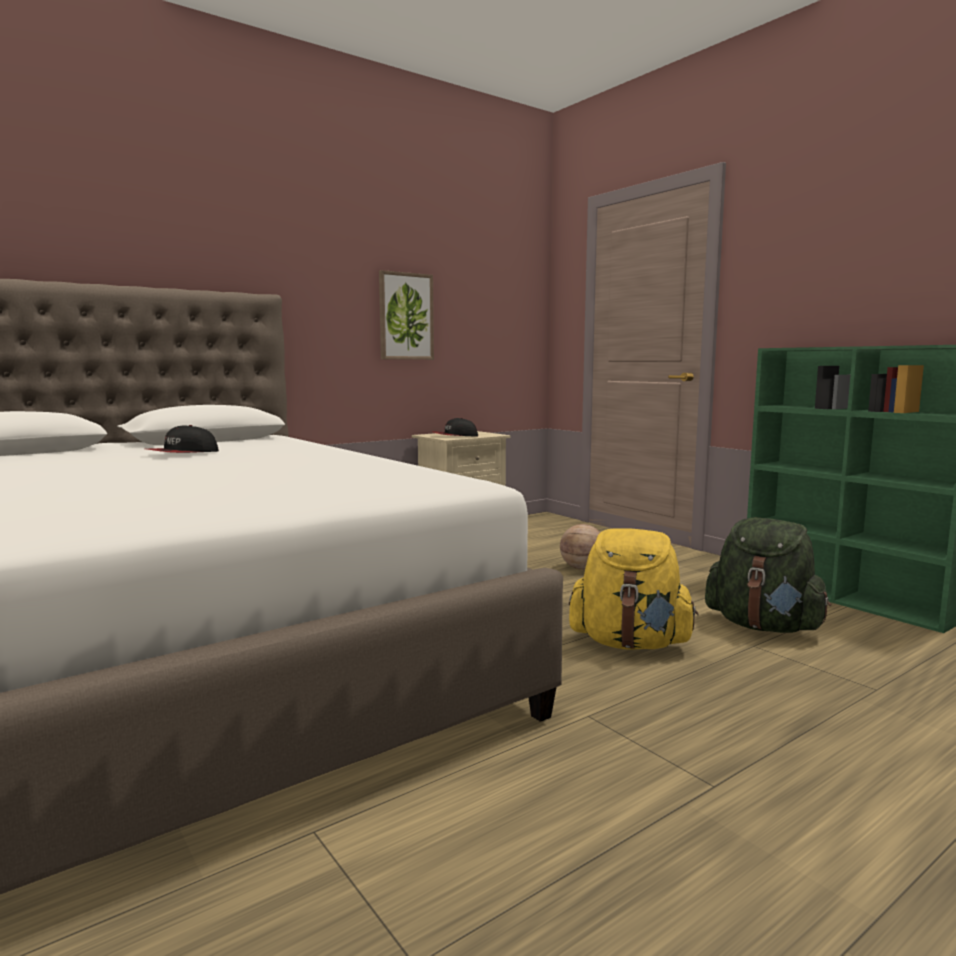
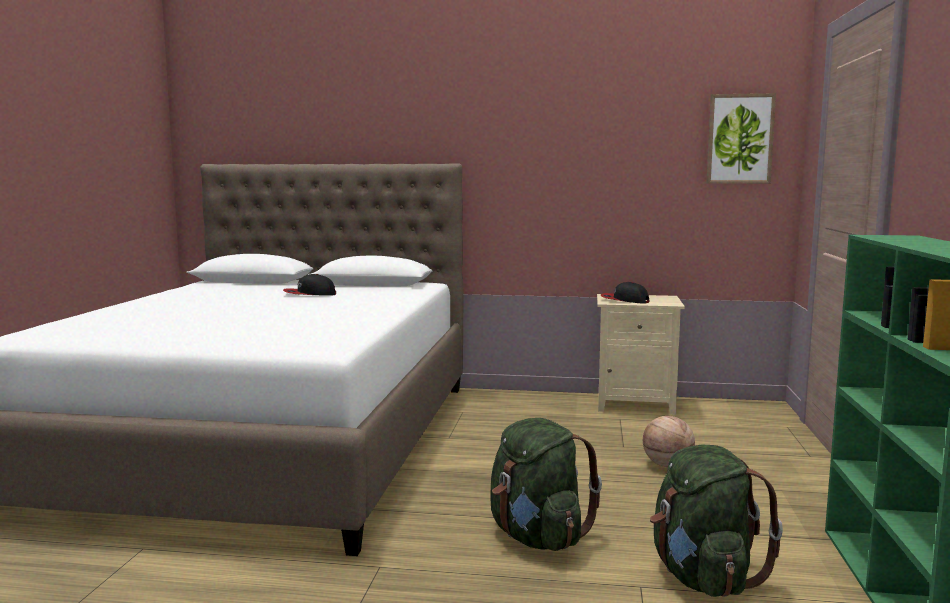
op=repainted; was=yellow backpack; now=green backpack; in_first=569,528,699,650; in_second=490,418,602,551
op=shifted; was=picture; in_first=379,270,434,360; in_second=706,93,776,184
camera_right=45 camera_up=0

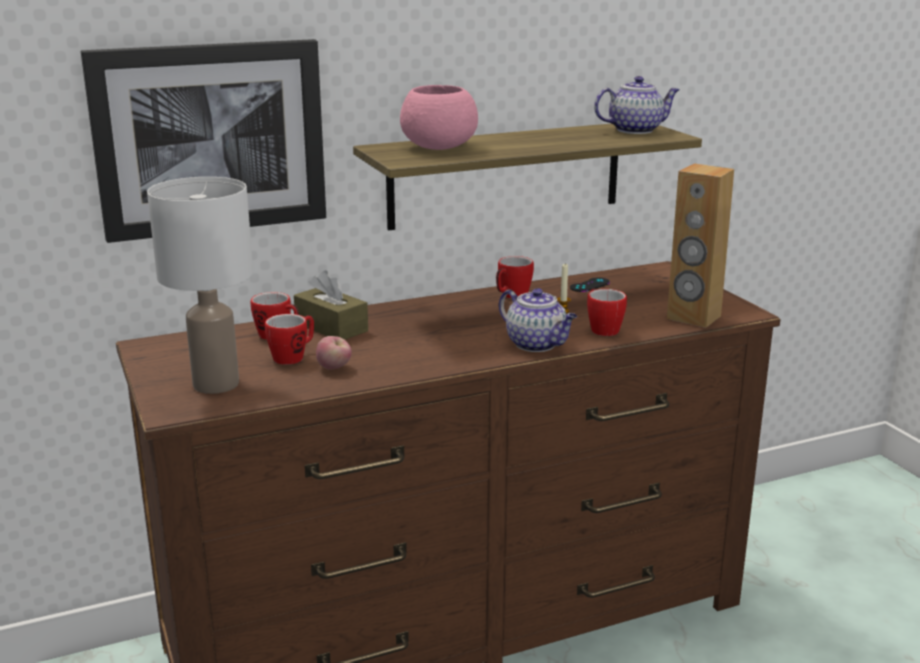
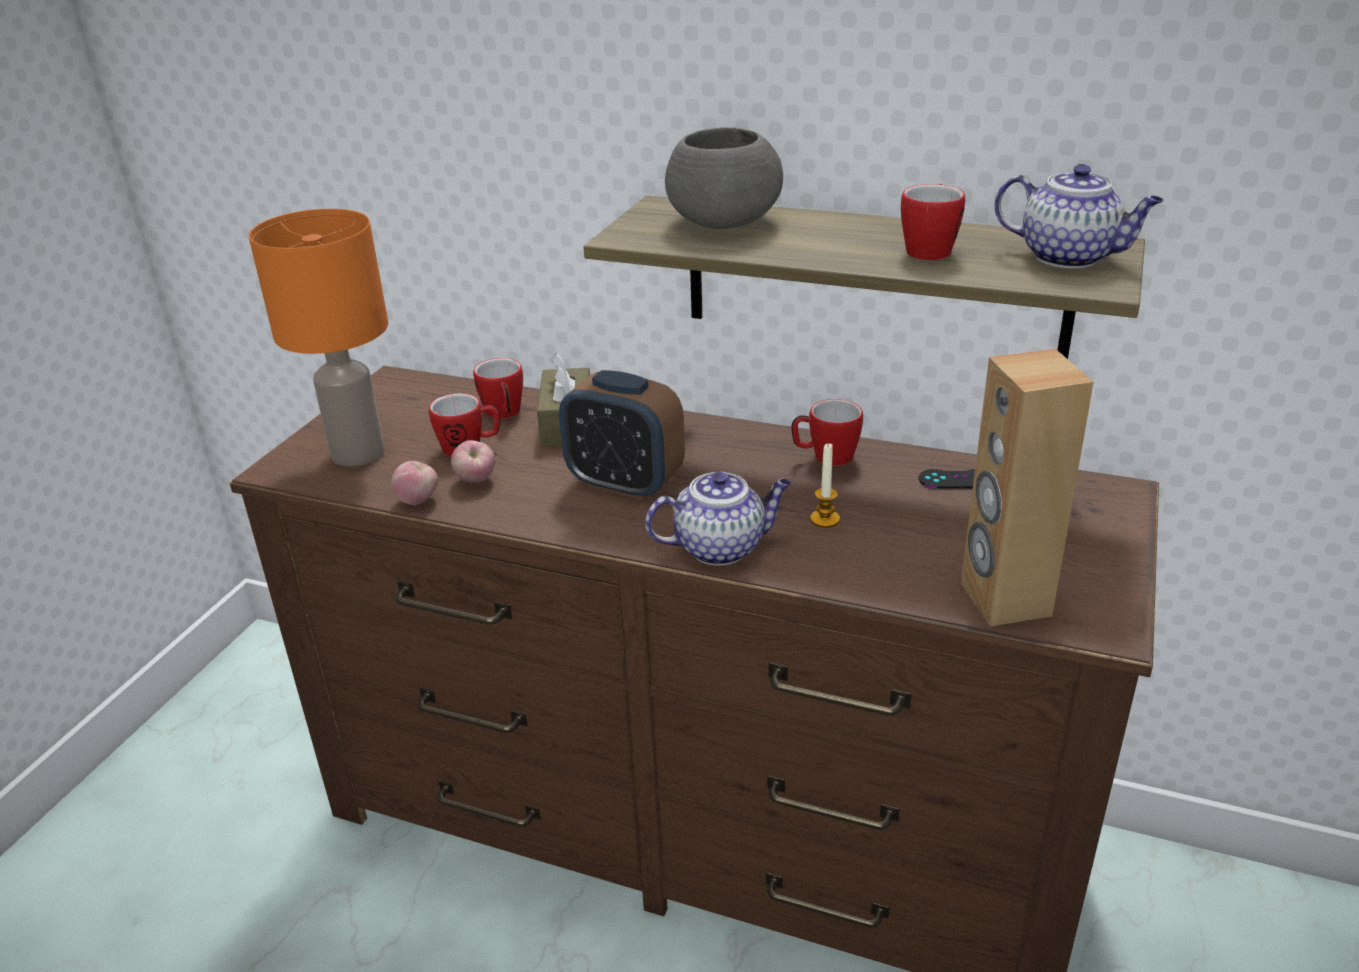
op=repainted; was=white table lamp; now=orange table lamp; in_first=147,177,253,394; in_second=249,209,388,467
op=new; now=apple; in_second=391,461,438,505
op=new; now=alarm clock; in_second=559,370,685,501
op=rotated; was=teapot; in_first=499,288,577,352; in_second=645,472,791,566; clockwise=-105
op=repainted; was=pink bowl; now=grey bowl; in_first=400,85,478,150; in_second=665,127,783,229
op=shifted; was=mug; in_first=587,288,627,336; in_second=901,184,965,260
op=gone; was=picture; in_first=81,39,326,243
camera_right=45 camera_up=10

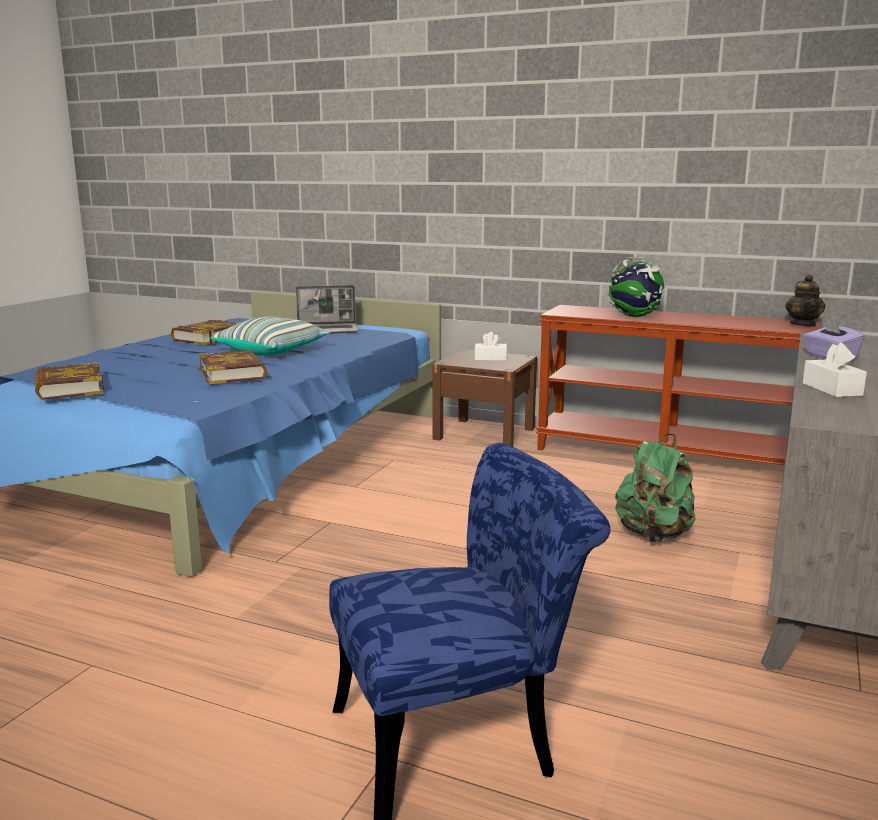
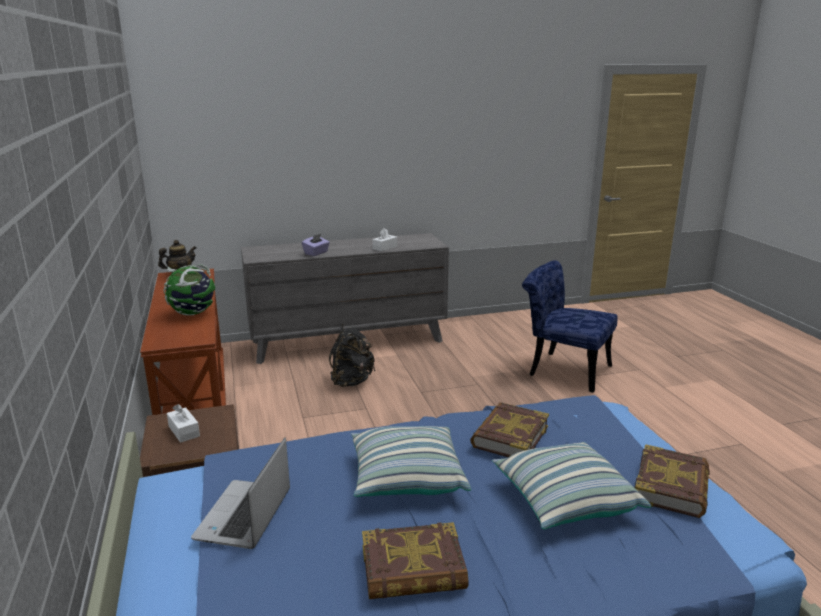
op=rotated; was=laptop; in_first=296,285,358,334; in_second=191,438,290,549; clockwise=-120
op=repainted; was=green backpack; now=black backpack; in_first=615,433,696,542; in_second=329,323,375,387
op=new; now=pillow; in_second=492,442,652,529
camera_right=-130 camera_up=5

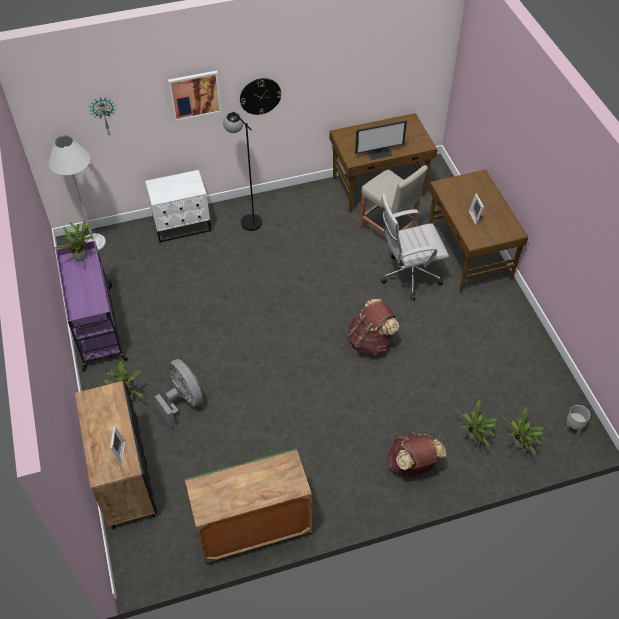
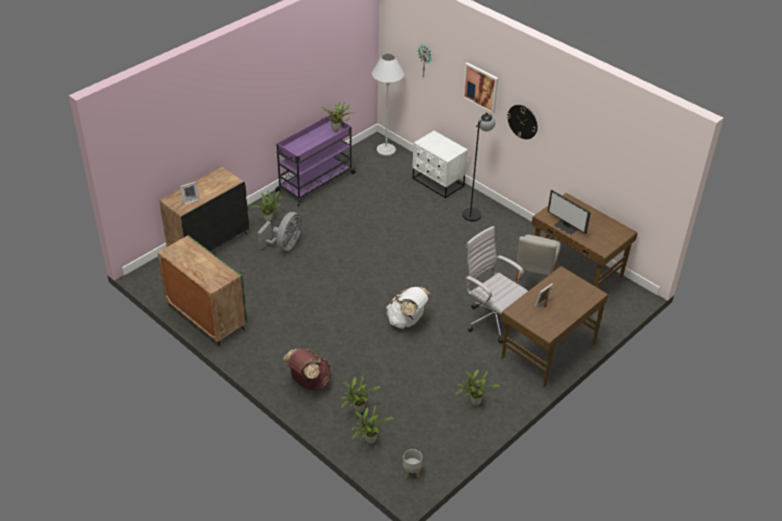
op=repainted; was=brown backpack; now=white backpack; in_first=347,299,399,356; in_second=386,287,431,329
op=new; now=potted plant; in_second=455,369,499,406
camera_right=60 camera_up=-10

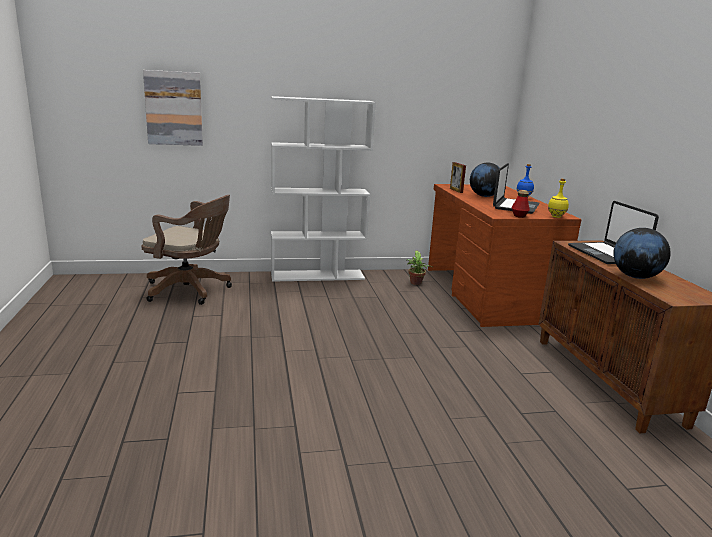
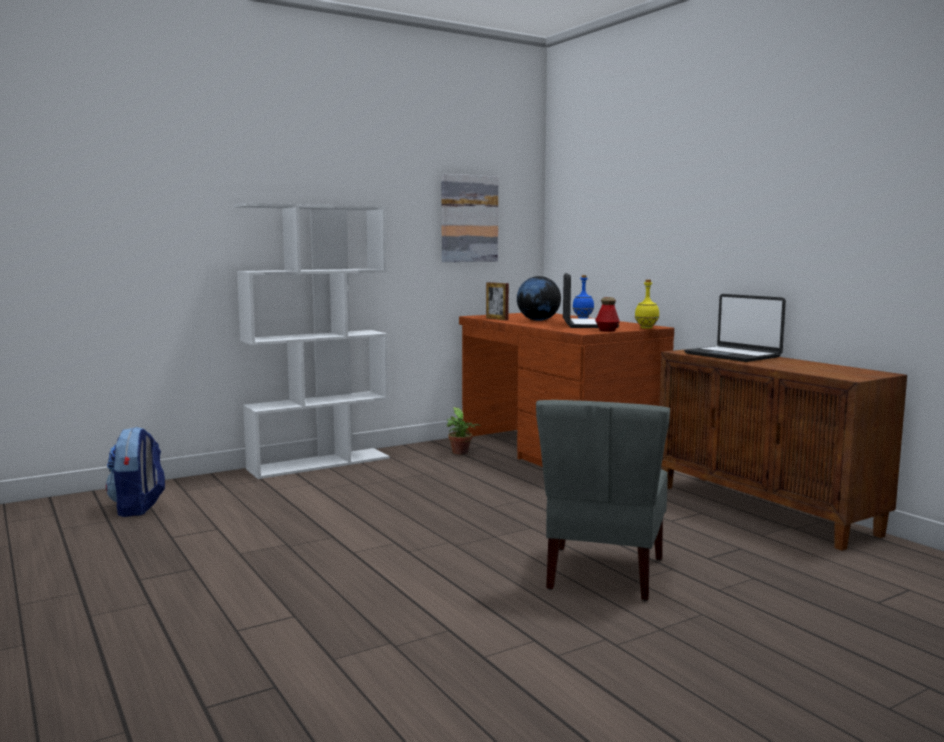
op=swapped; was=brown office chair; now=backpack; in_first=141,195,232,305; in_second=106,426,165,517
op=shifted; was=picture; in_first=143,70,203,146; in_second=441,174,498,262
op=new; now=grey chair; in_second=536,400,670,601
op=gone; was=globe; in_first=613,228,671,279
camera_right=-20 camera_up=-10

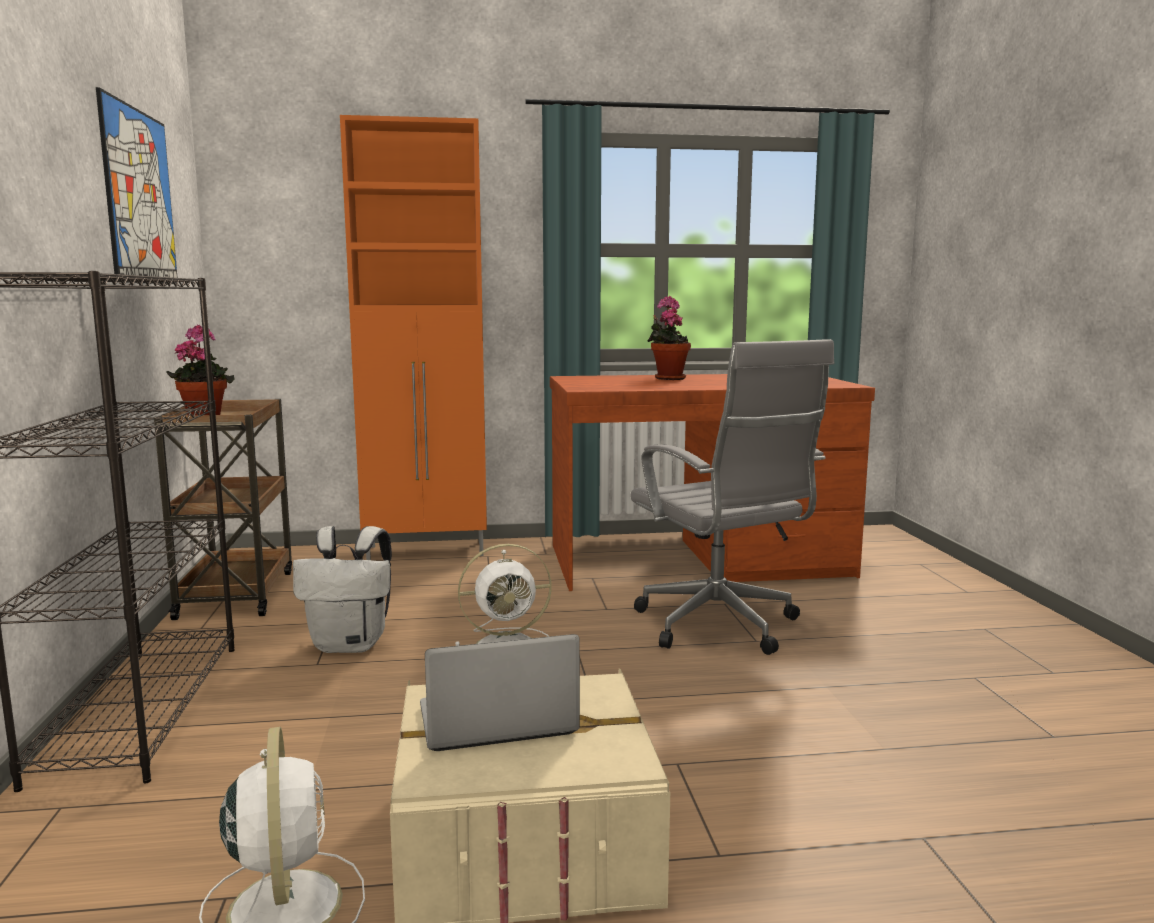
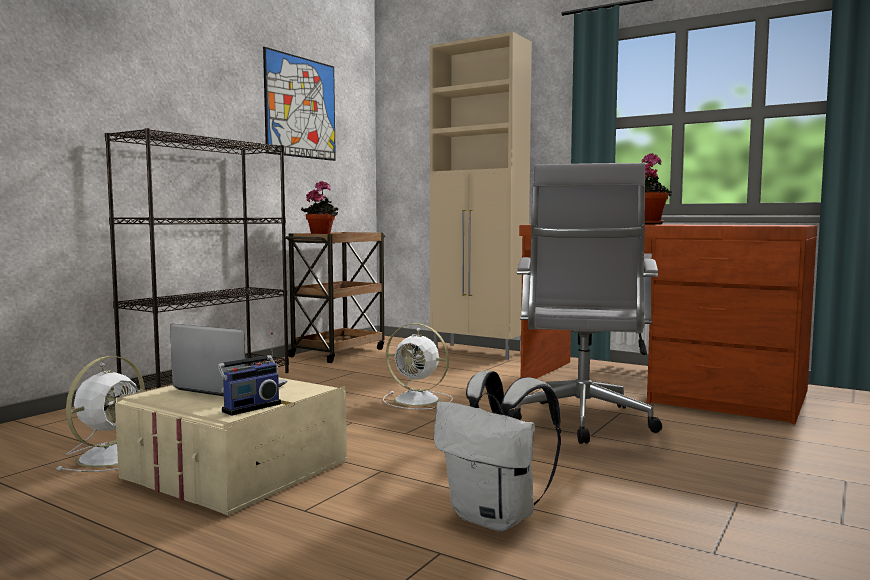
op=new; now=radio; in_second=217,332,281,416
op=repainted; was=orange cabinet; now=beige cabinet; in_first=340,115,487,560; in_second=430,32,532,360
op=shifted; was=white backpack; in_first=293,526,392,653; in_second=434,370,561,532
camera_right=40 camera_up=-5

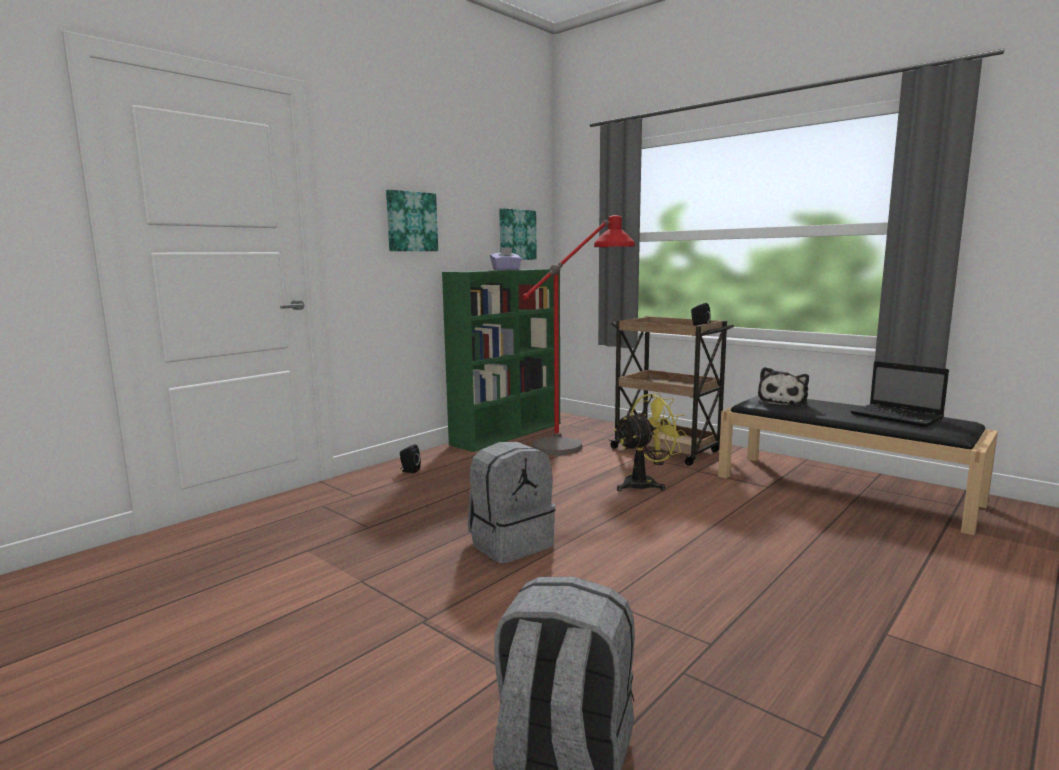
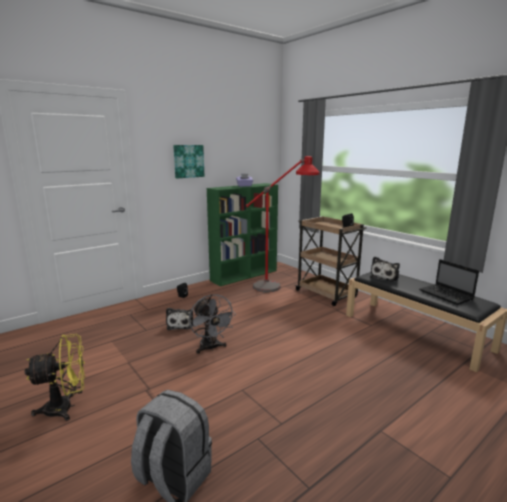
op=shifted; was=yellow fan; in_first=614,393,687,491; in_second=25,334,85,421
op=new; now=plush toy; in_second=166,308,194,330
op=swapped; was=grey backpack; now=grey fan; in_first=468,442,555,564; in_second=189,294,236,354
op=gone; was=picture; in_first=499,208,537,260
camera_right=10 camera_up=5

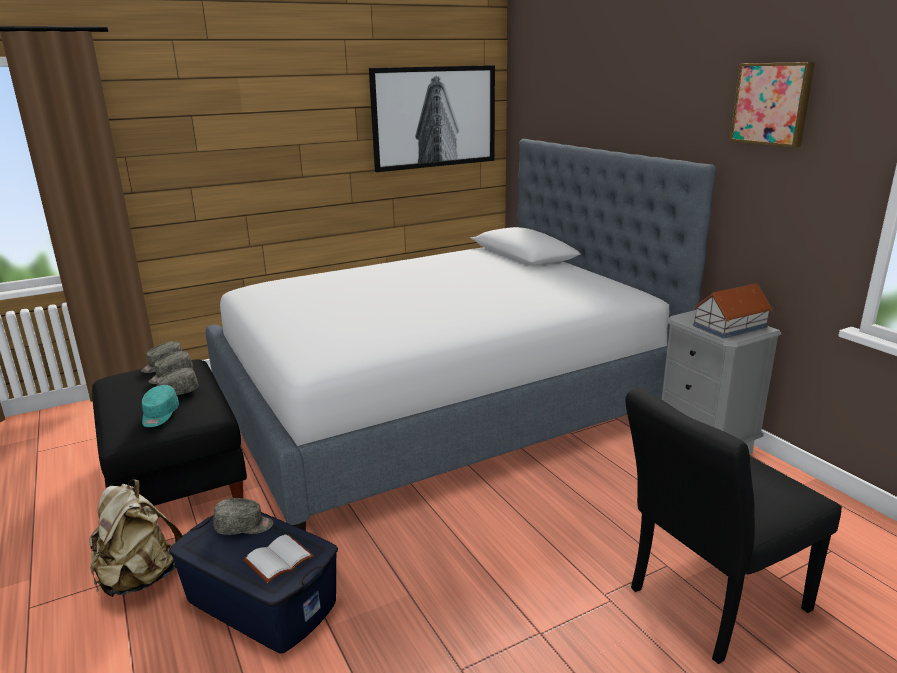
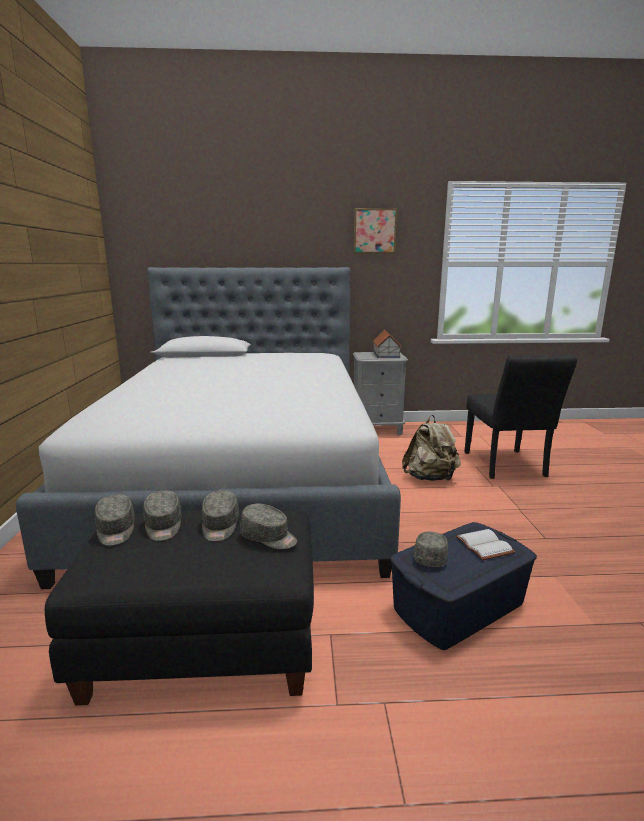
op=repainted; was=turquoise cap; now=grey cap; in_first=142,385,179,427; in_second=240,503,297,549
op=shifted; was=beige backpack; in_first=89,479,183,597; in_second=402,415,461,481
op=gone; was=picture; in_first=369,65,495,172
camera_right=-65 camera_up=-5

